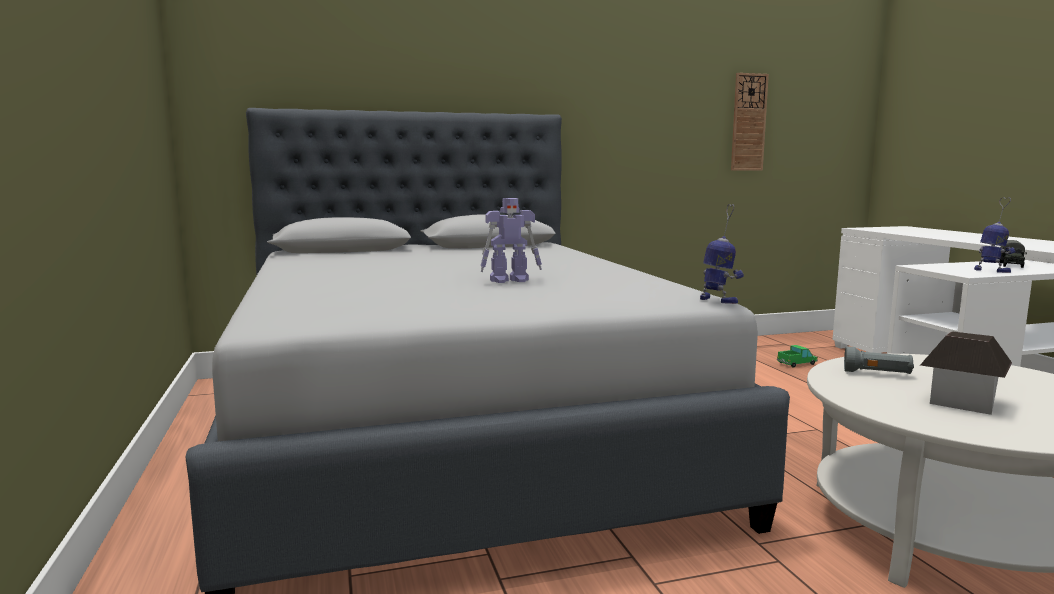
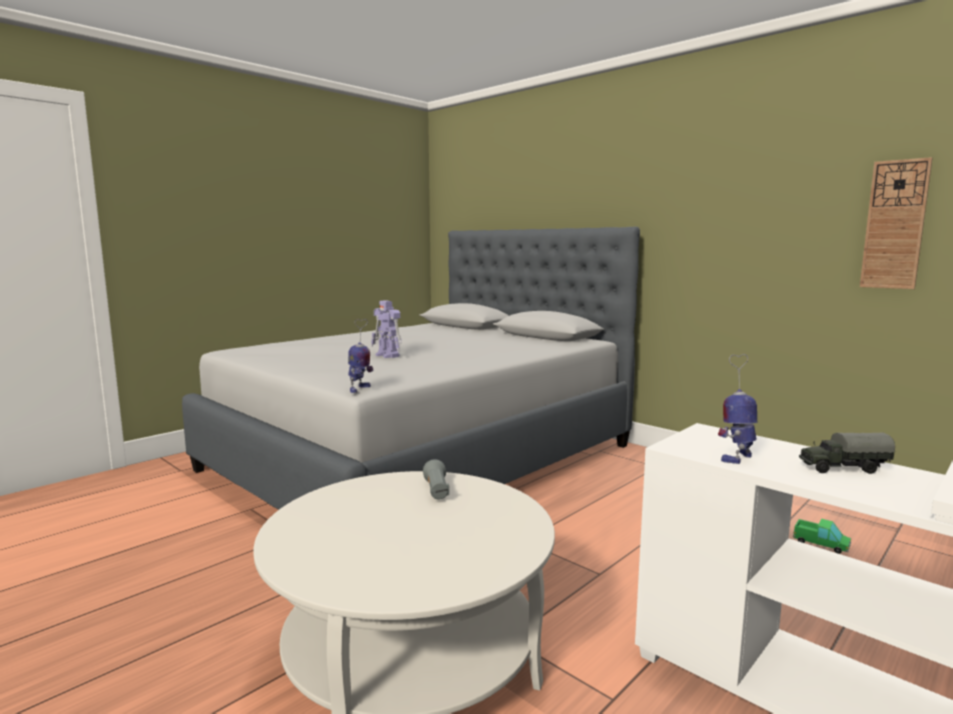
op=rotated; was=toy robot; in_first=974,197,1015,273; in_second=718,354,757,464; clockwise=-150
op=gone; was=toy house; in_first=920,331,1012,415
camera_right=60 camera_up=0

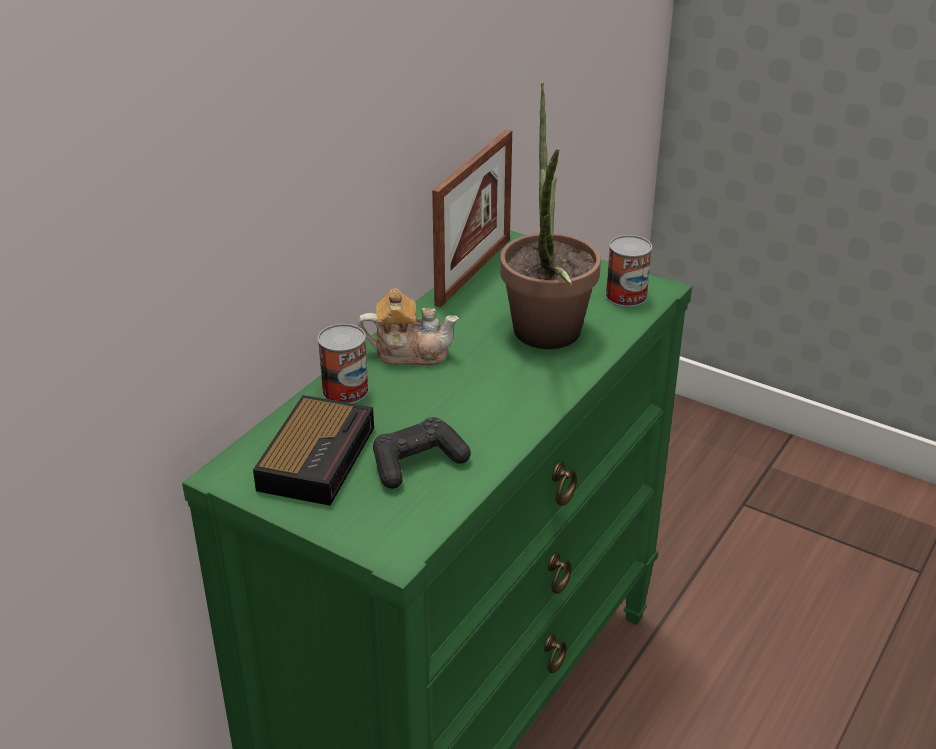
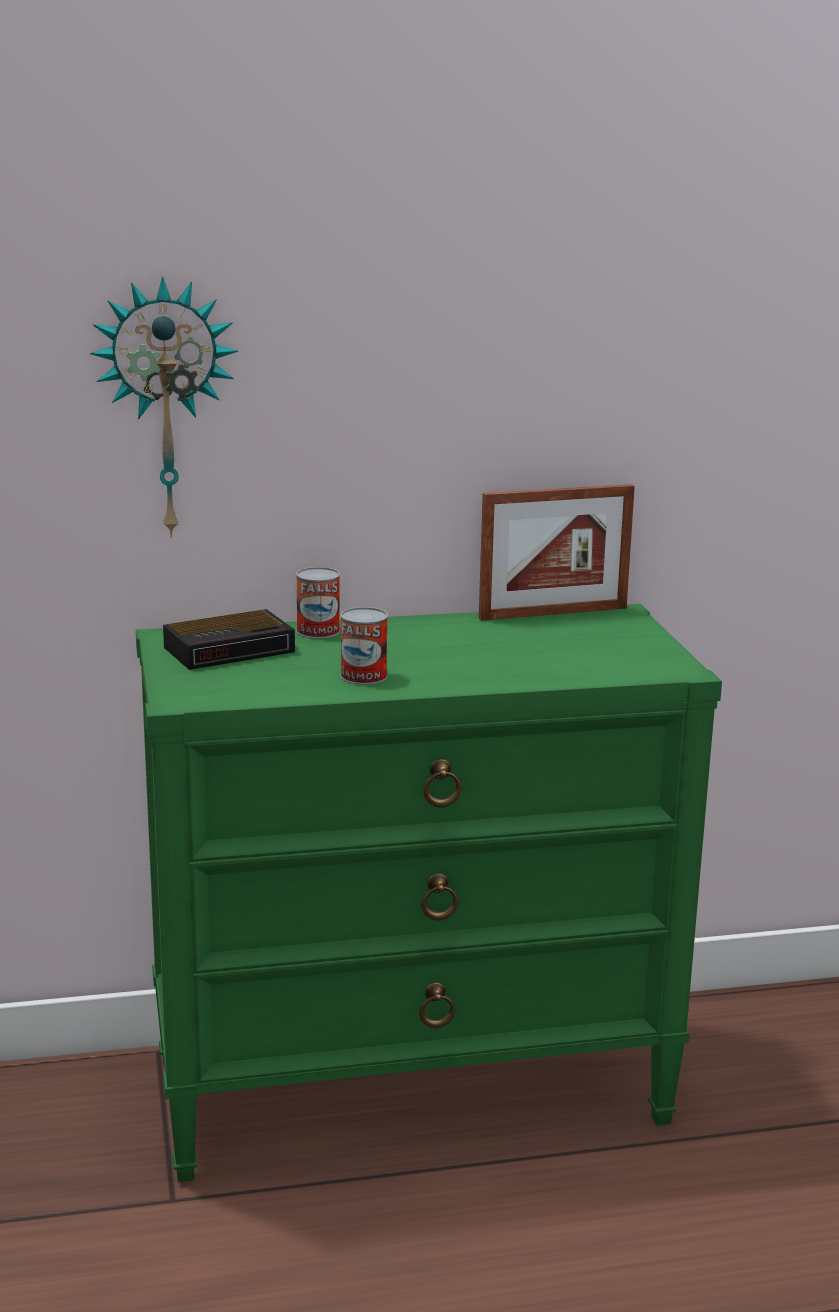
op=new; now=wall clock; in_second=90,276,238,538
op=shifted; was=can; in_first=605,235,652,307; in_second=340,607,388,685
op=gone; was=teapot; in_first=358,288,459,365
op=gone; was=black game controller; in_first=373,417,471,489
op=gone; was=potted plant; in_first=500,83,601,349
camera_right=45 camera_up=-15

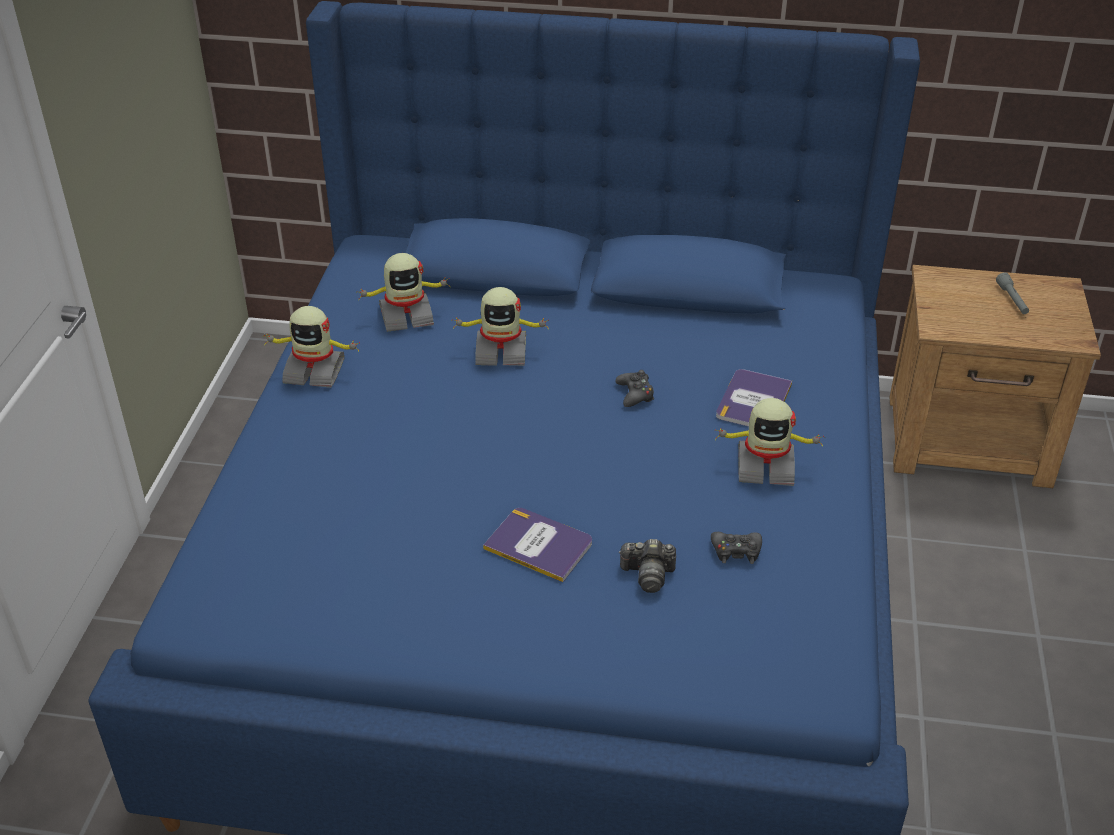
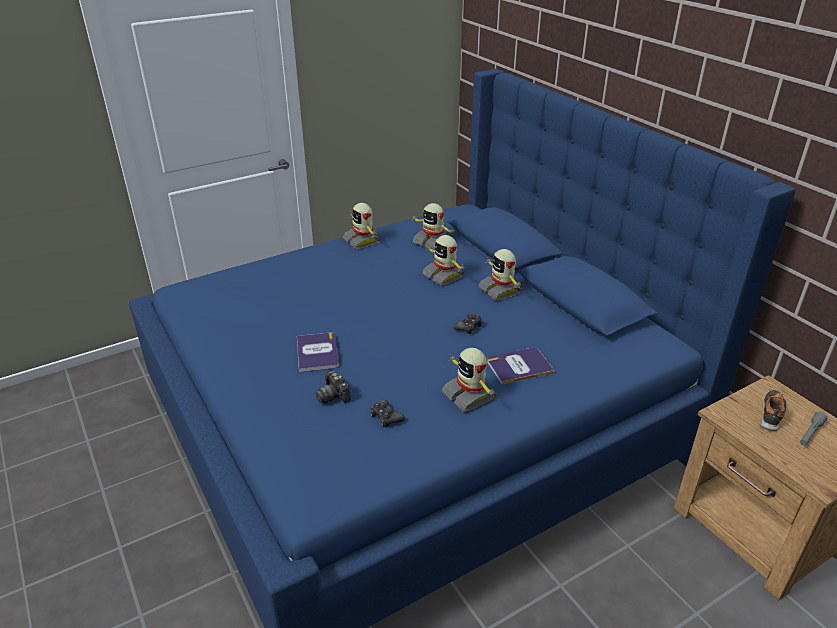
op=new; now=toy robot; in_second=478,249,523,301
op=new; now=shoe; in_second=760,390,786,431
camera_right=50 camera_up=-5

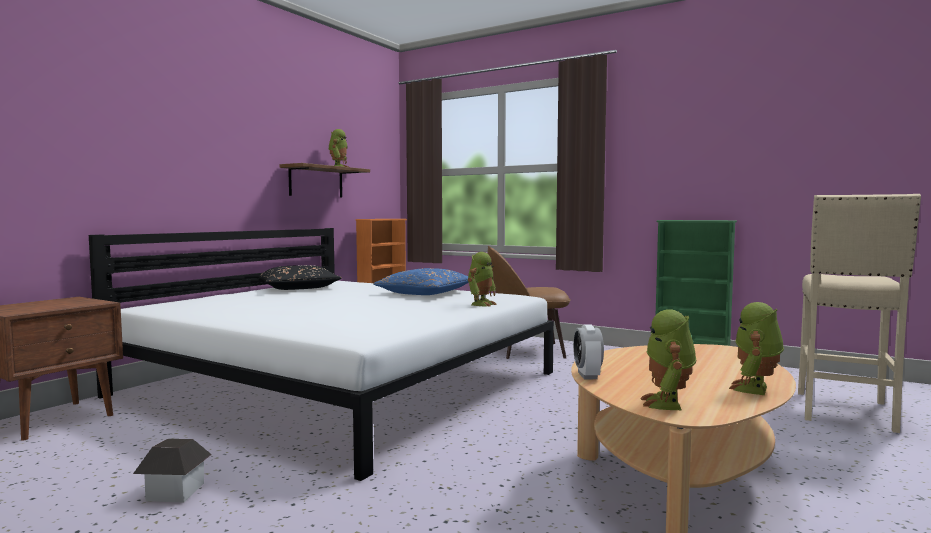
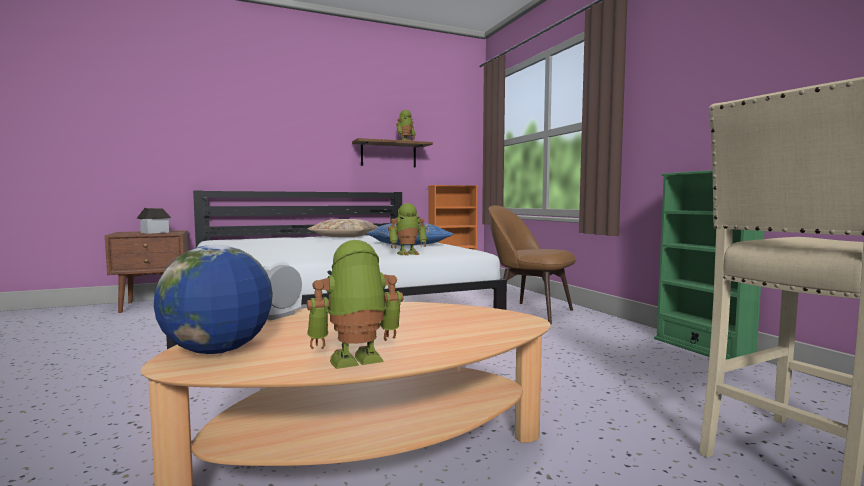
op=shifted; was=toy house; in_first=133,439,212,502; in_second=136,208,171,234
op=swapped; was=toy robot; now=globe; in_first=640,309,696,410; in_second=154,245,273,354
op=repainted; was=black pillow; now=beige pillow; in_first=259,265,342,290; in_second=307,219,379,237
camera_right=35 camera_up=0

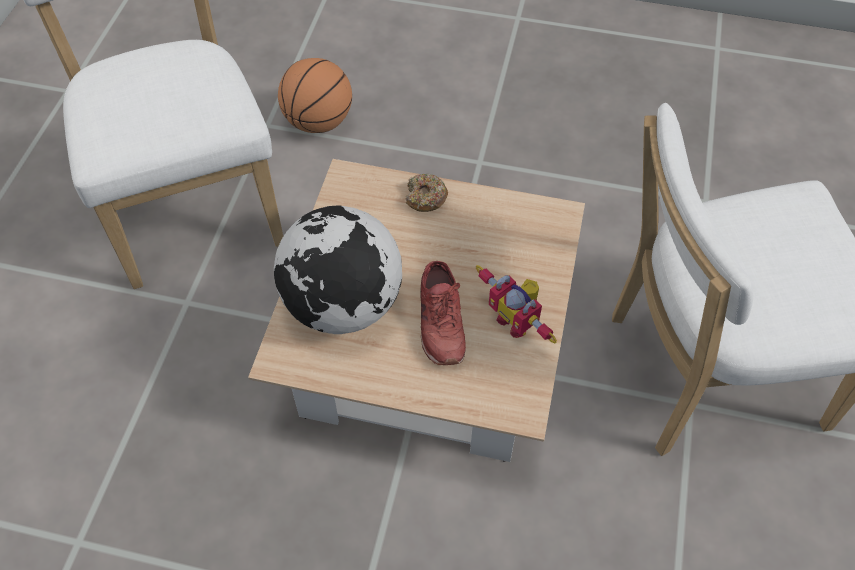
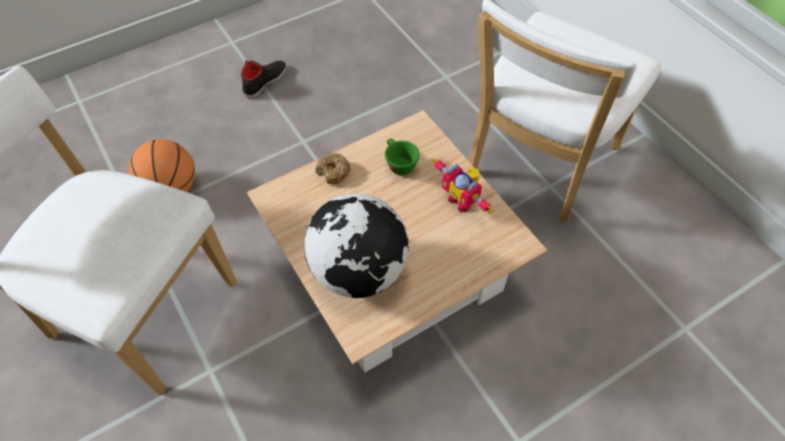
op=new; now=black shoe; in_second=241,60,287,99
op=new; now=green cup; in_second=385,139,419,175
op=rotated; was=toy robot; in_first=476,265,557,344; in_second=432,158,493,214; clockwise=45
op=gone; was=red shoe; in_first=420,261,466,365
camera_right=-45 camera_up=0

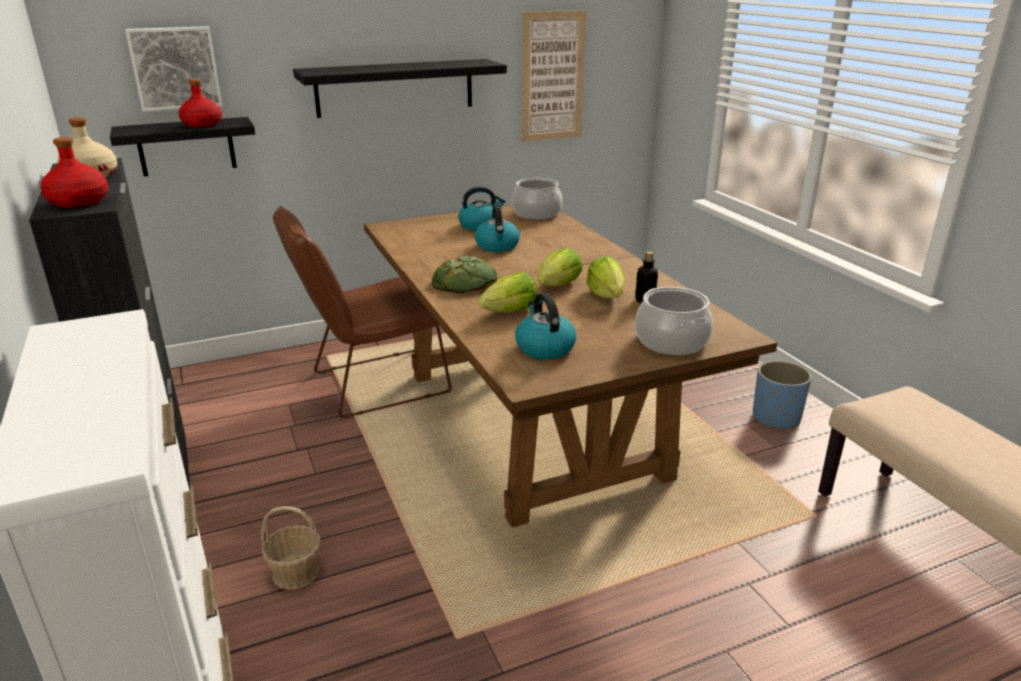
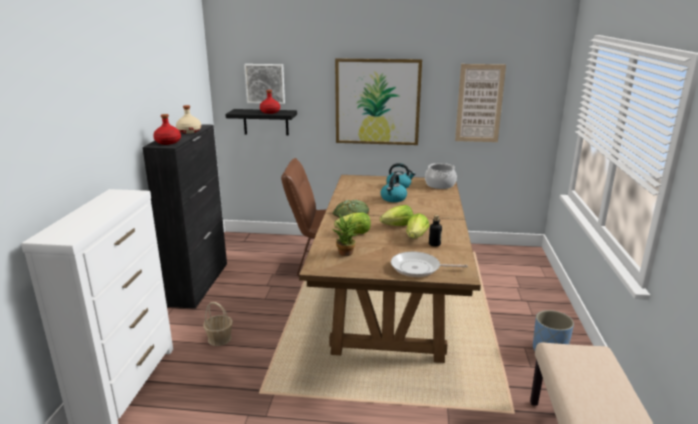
op=swapped; was=kettle; now=potted plant; in_first=515,293,576,359; in_second=332,213,364,256
op=swapped; was=black shelf; now=picture; in_first=293,59,507,118; in_second=335,58,422,145
op=swapped; was=cooking pot; now=frying pan; in_first=635,287,713,355; in_second=391,252,468,277
camera_right=30 camera_up=-5

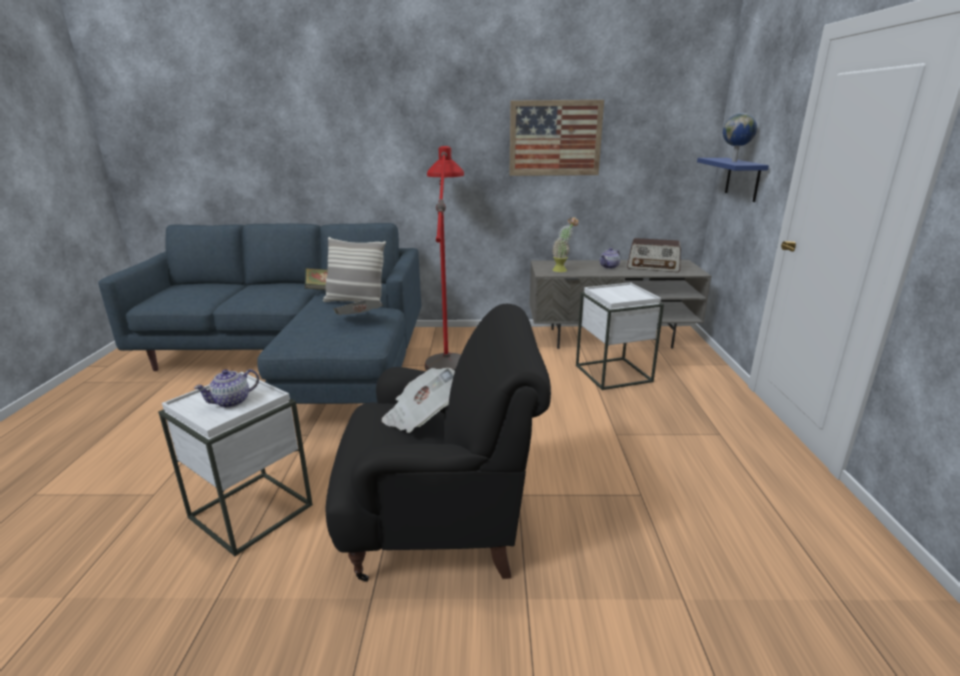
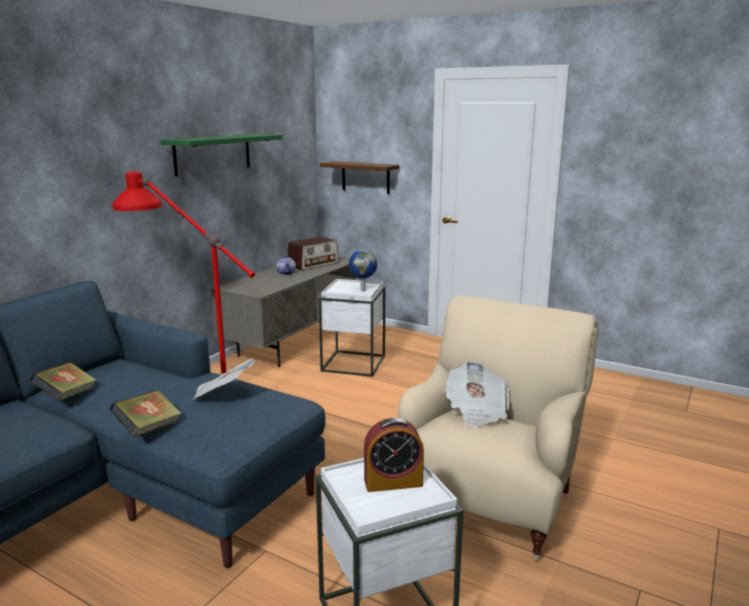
op=new; now=book; in_second=110,390,182,437
op=swapped; was=picture; now=green shelf; in_first=509,100,604,176; in_second=161,134,283,176
op=repainted; was=blue shelf; now=brown shelf; in_first=697,158,769,202; in_second=320,161,399,194
op=shifted; was=globe; in_first=723,113,757,162; in_second=349,250,377,291
op=swapped; was=teapot; now=alarm clock; in_first=194,369,259,408; in_second=364,418,424,492
op=repainted; was=black armchair; now=beige armchair; in_first=325,304,551,582; in_second=398,296,599,561
op=gone; was=pillow; in_first=323,237,386,302
op=gone; was=potted plant; in_first=552,217,578,272
camera_right=-60 camera_up=-5

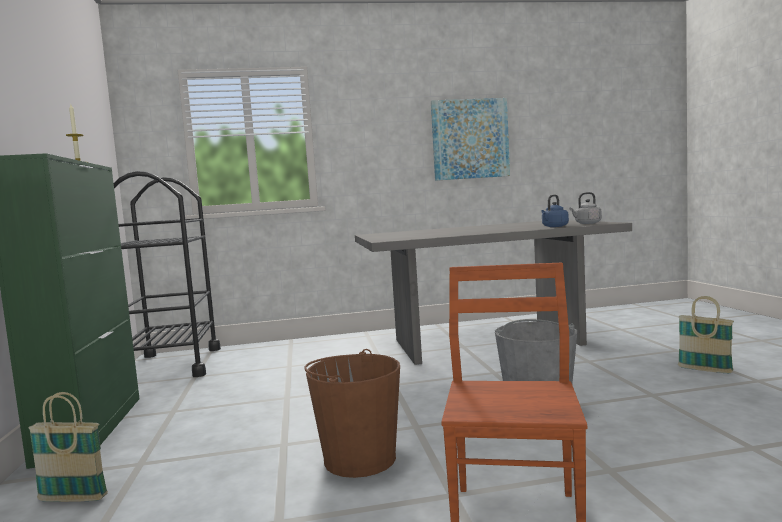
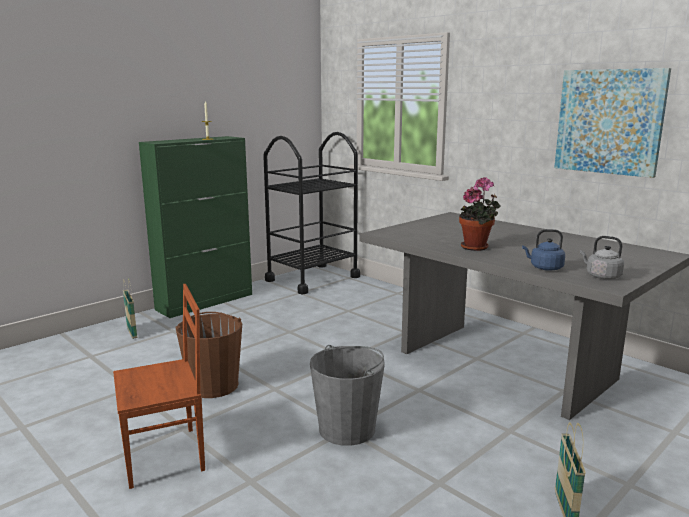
op=new; now=potted plant; in_second=459,177,501,251
camera_right=55 camera_up=10

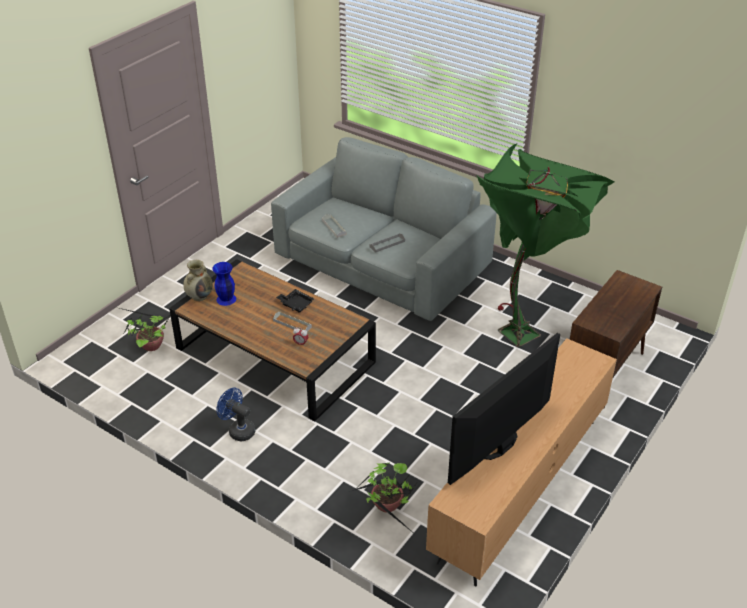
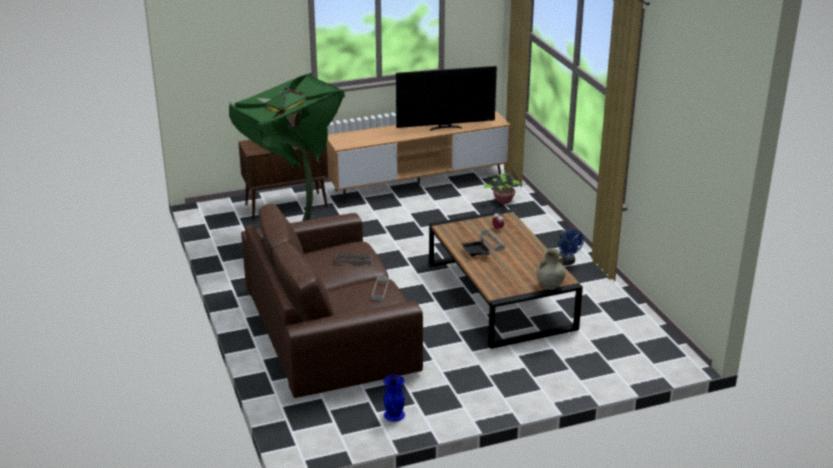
op=repainted; was=grey sofa; now=brown sofa; in_first=271,137,497,321; in_second=241,203,423,398
op=shifted; was=blue vase; in_first=212,262,236,306; in_second=383,374,405,422
op=gone; was=potted plant; in_first=116,307,170,351
camera_right=-145 camera_up=-10

